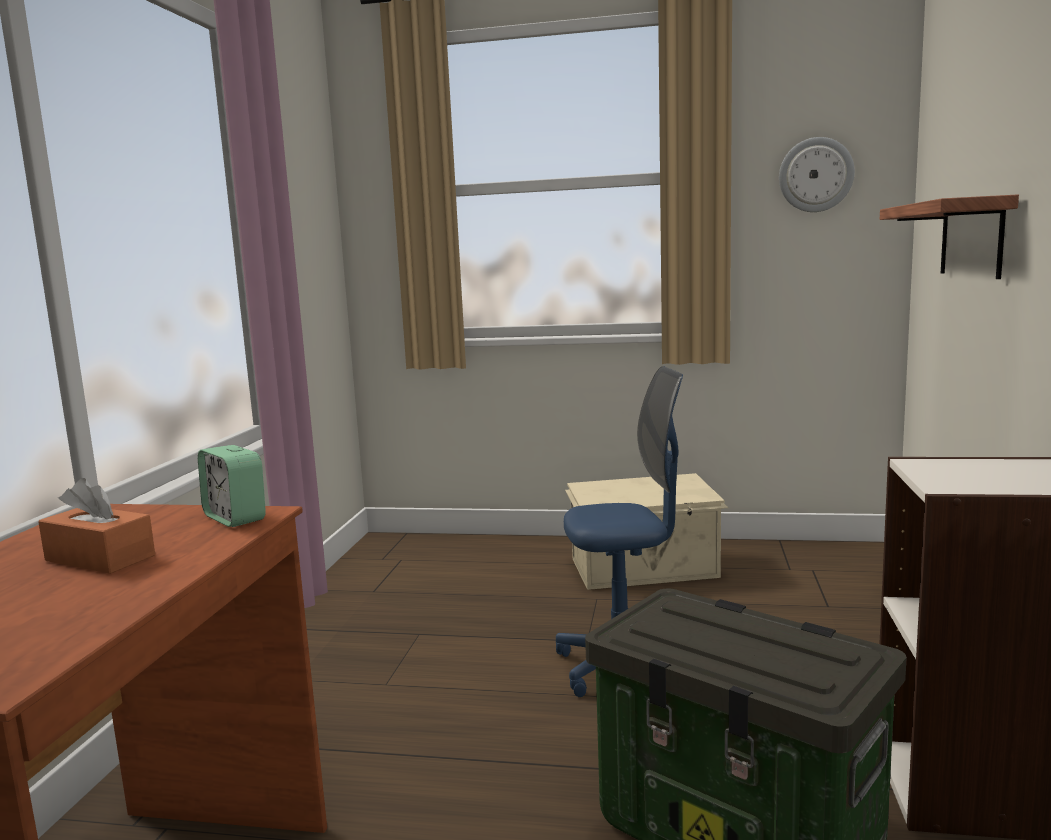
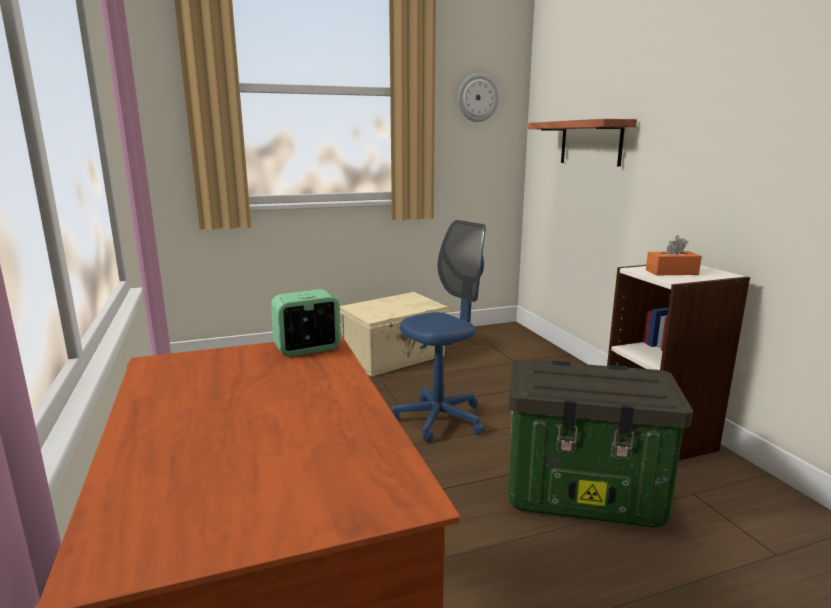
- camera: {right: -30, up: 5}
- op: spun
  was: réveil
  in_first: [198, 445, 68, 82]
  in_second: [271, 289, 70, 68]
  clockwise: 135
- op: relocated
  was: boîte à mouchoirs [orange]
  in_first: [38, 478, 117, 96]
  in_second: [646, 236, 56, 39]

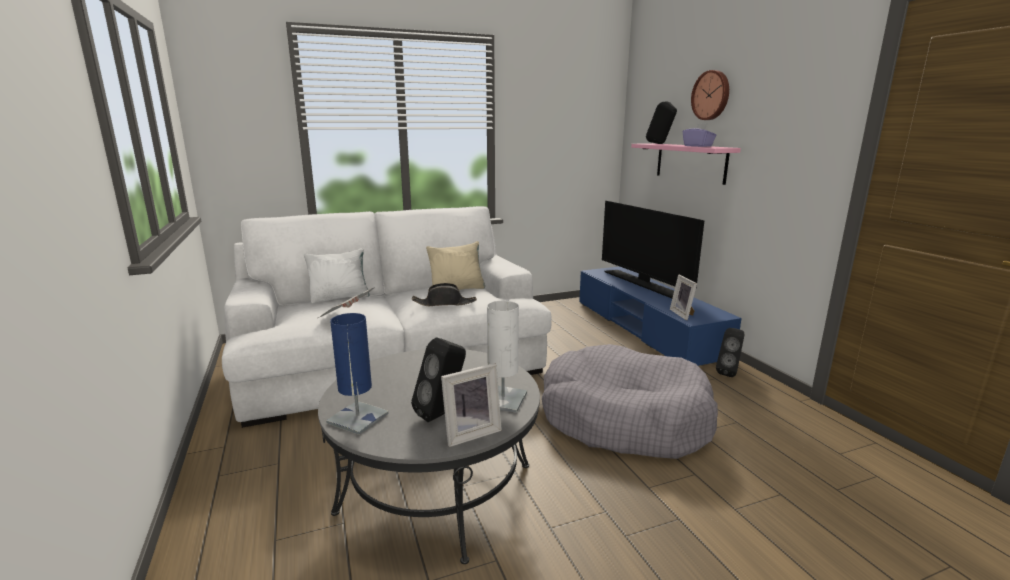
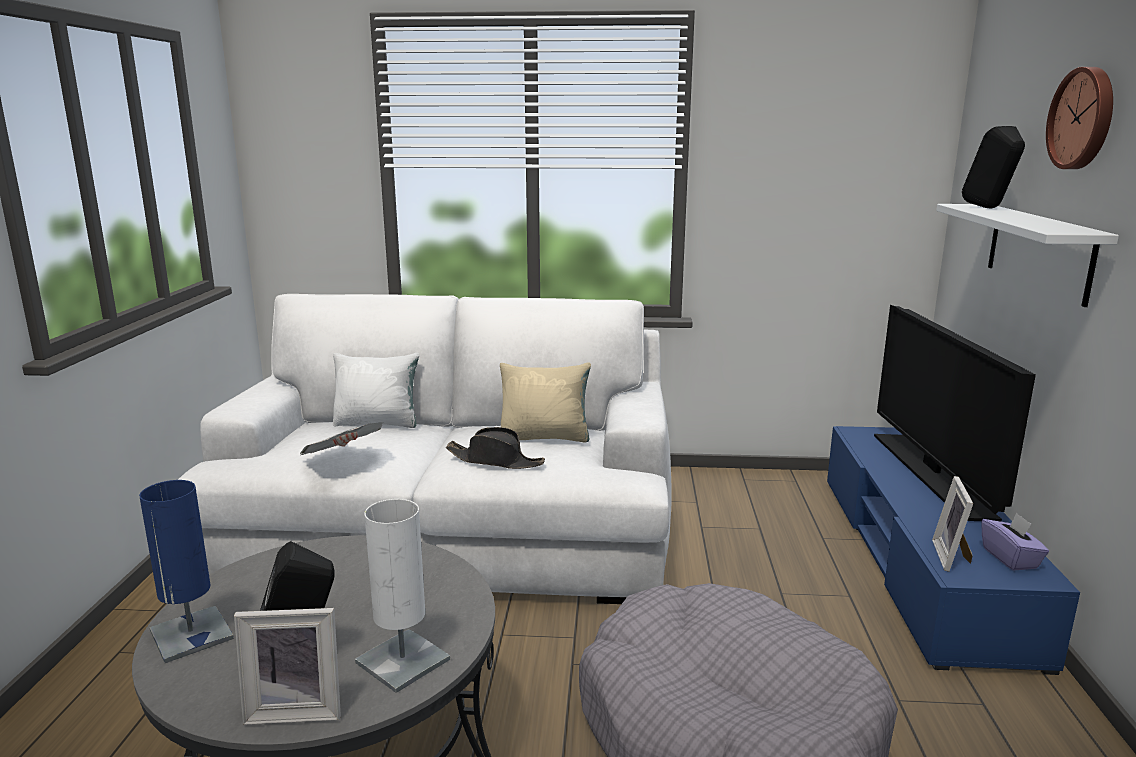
- camera: {right: 25, up: 0}
- op: colour
  was: étagère [rose]
  now: étagère [blanc]
  in_first: [631, 143, 110, 42]
  in_second: [936, 204, 183, 103]
- op: relocated
  was: boîte à mouchoirs [violet]
  in_first: [683, 123, 34, 24]
  in_second: [981, 512, 68, 59]
- op: missing
  was: enceinte [noir]
  in_first: [716, 328, 28, 49]

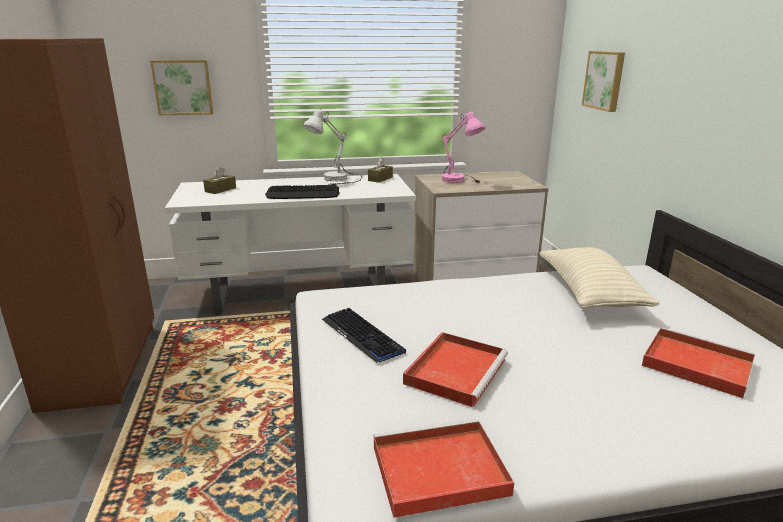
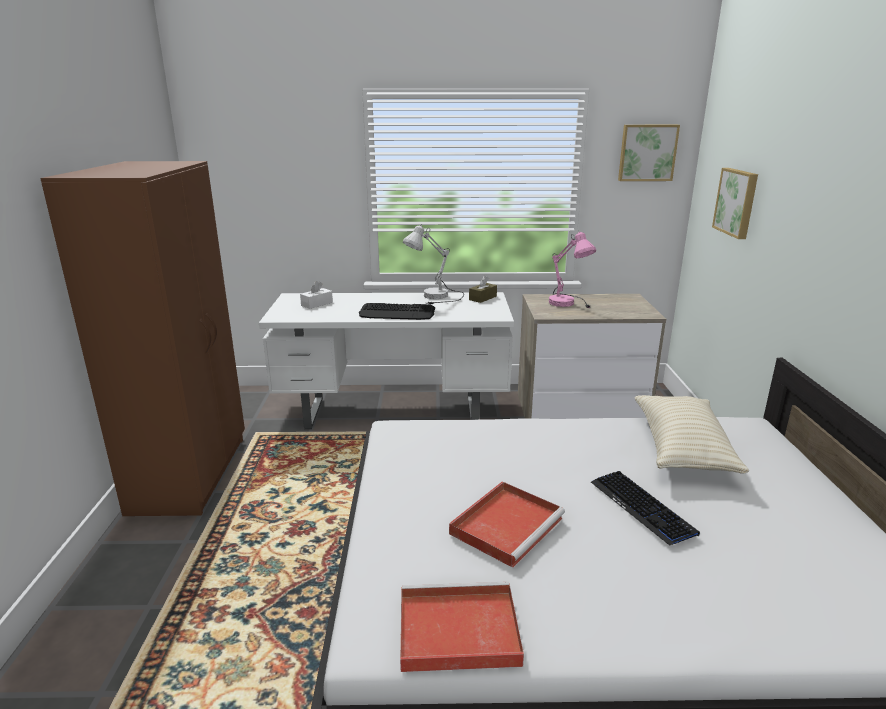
- camera: {right: 10, up: 0}
- op: colour
  was: boîte à mouchoirs [marron]
  now: boîte à mouchoirs [blanc]
  in_first: [203, 166, 33, 28]
  in_second: [300, 281, 33, 28]
- op: relocated
  was: clavier
  in_first: [322, 308, 84, 55]
  in_second: [591, 471, 109, 75]
- op: relocated
  was: tableau
  in_first: [150, 60, 63, 55]
  in_second: [618, 125, 62, 56]
- op: missing
  was: plateau [rouge]
  in_first: [642, 327, 113, 71]

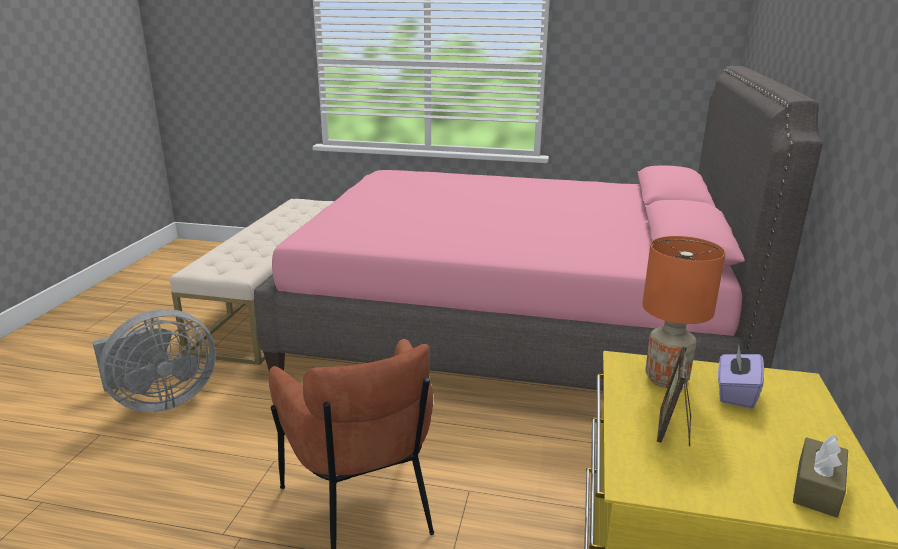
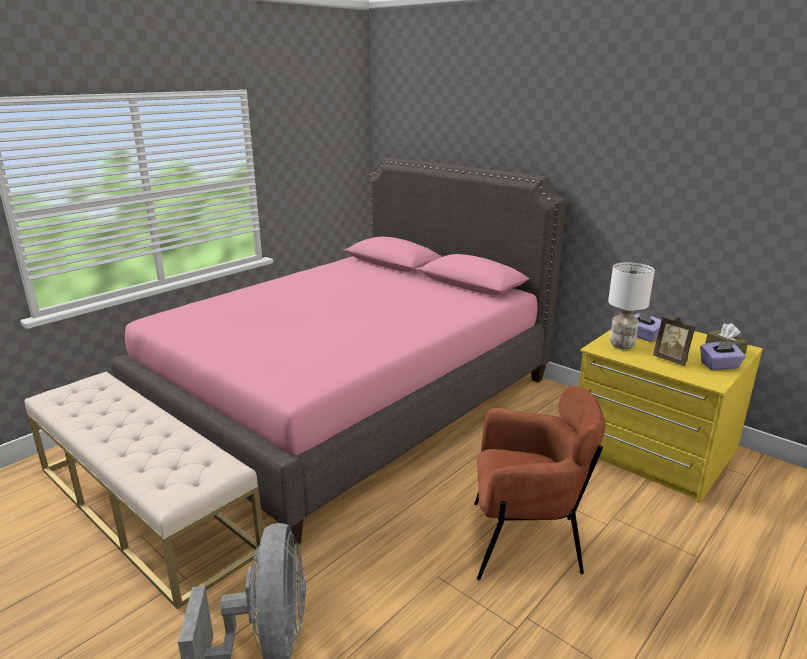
- camera: {right: -60, up: 0}
- op: colour
  was: lampe de table [orange]
  now: lampe de table [blanc]
  in_first: [642, 236, 84, 152]
  in_second: [608, 262, 47, 88]
- op: appeared
  now: boîte à mouchoirs [violet]
  in_second: [700, 342, 46, 28]

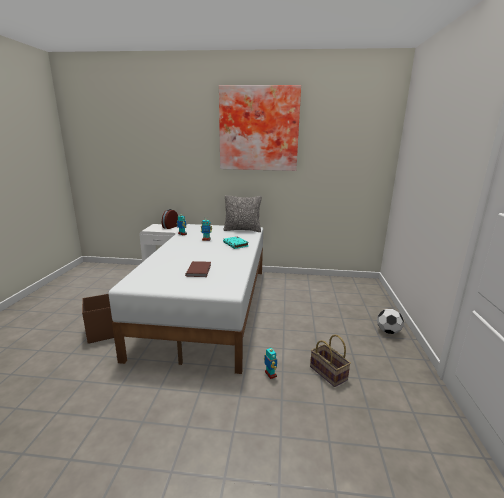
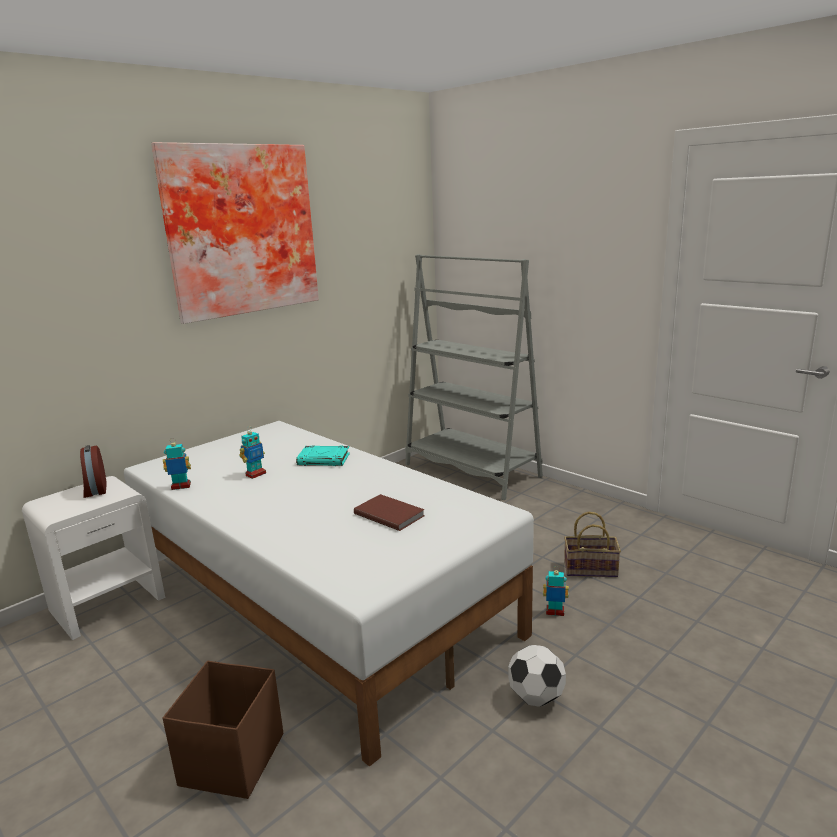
- camera: {right: -50, up: 0}
- op: appeared
  now: bibliothèque [gris]
  in_second: [405, 254, 138, 246]
- op: relocated
  was: ballon de foot
  in_first: [377, 309, 27, 25]
  in_second: [508, 645, 58, 62]
- op: missing
  was: coussin
  in_first: [223, 195, 39, 37]

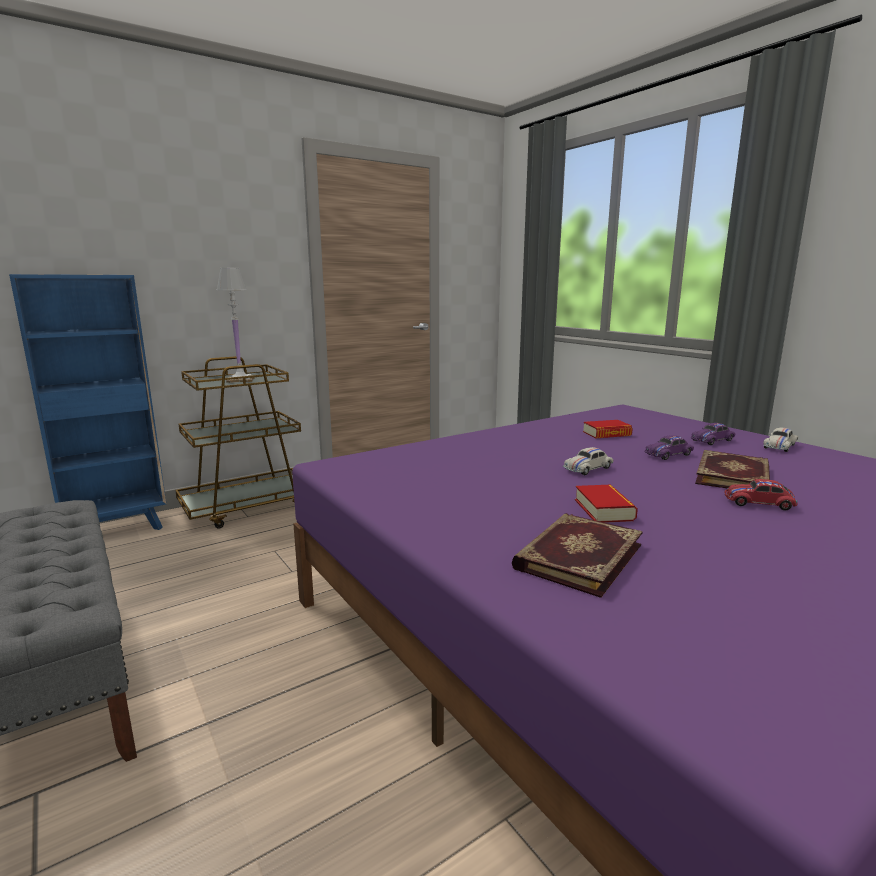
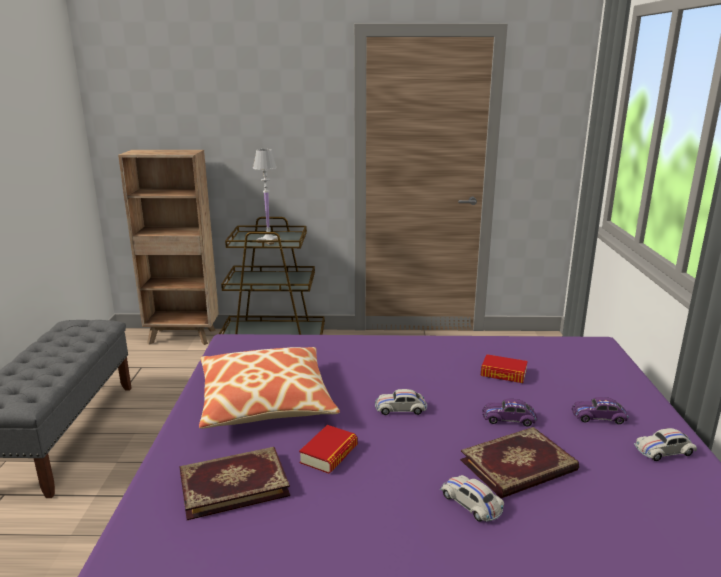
- camera: {right: 35, up: 5}
- op: colour
  was: bibliothèque [bleu]
  now: bibliothèque [marron]
  in_first: [9, 274, 157, 256]
  in_second: [118, 150, 101, 195]
- op: appeared
  now: coussin
  in_second: [199, 347, 141, 82]
- op: colour
  was: petite voiture [rouge]
  now: petite voiture [blanc]
  in_first: [724, 479, 74, 32]
  in_second: [440, 475, 64, 47]

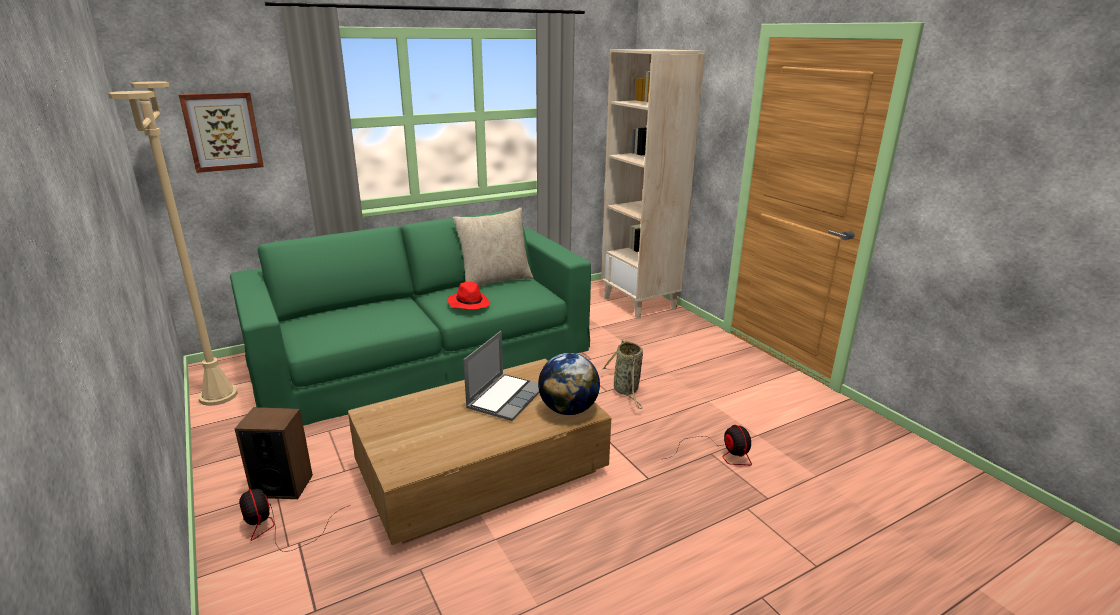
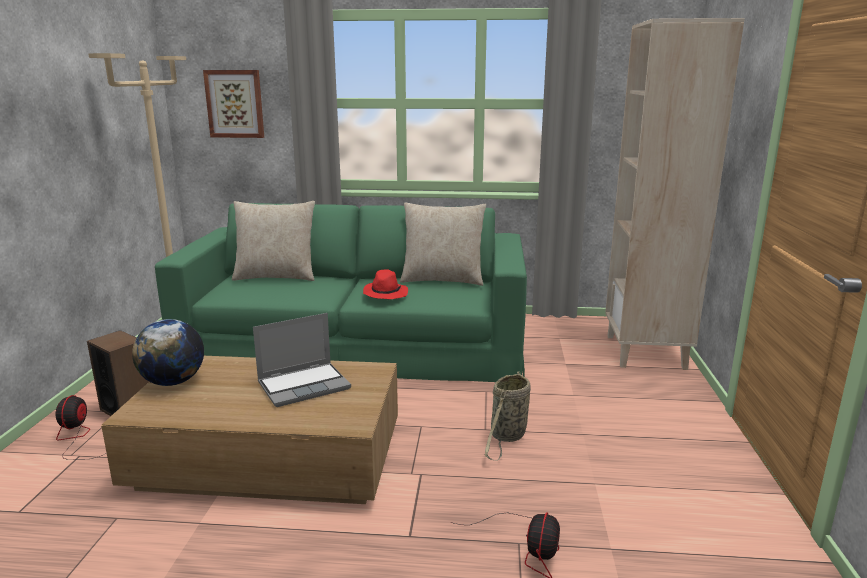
- camera: {right: 35, up: -5}
- op: relocated
  was: globe
  in_first: [538, 353, 62, 62]
  in_second: [132, 319, 72, 67]
- op: appeared
  now: coussin [beige]
  in_second: [232, 201, 83, 80]

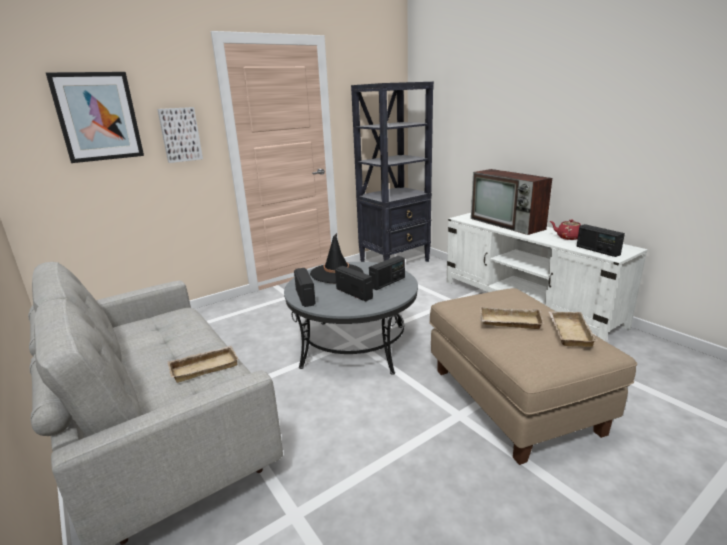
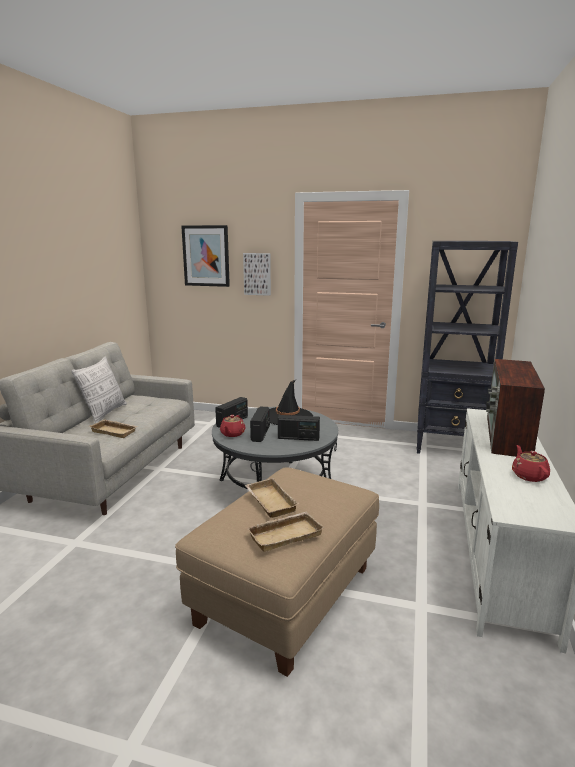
- camera: {right: 50, up: -5}
- op: appeared
  now: coussin
  in_second: [71, 357, 56, 67]
- op: appeared
  now: théière [rouge]
  in_second: [220, 415, 26, 22]
- op: missing
  was: radio
  in_first: [577, 224, 48, 33]

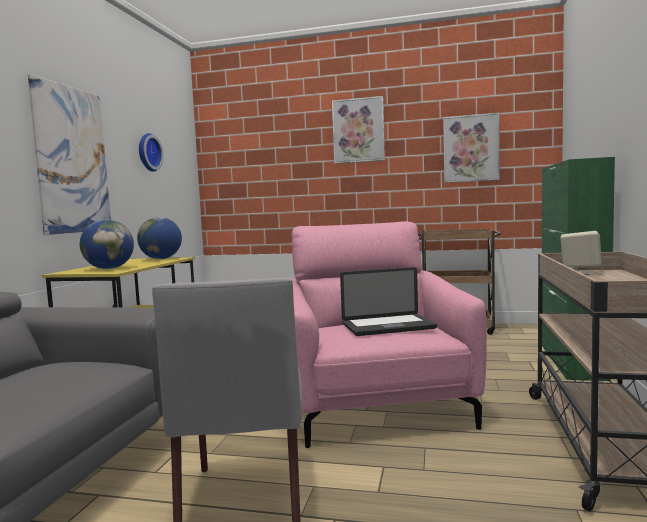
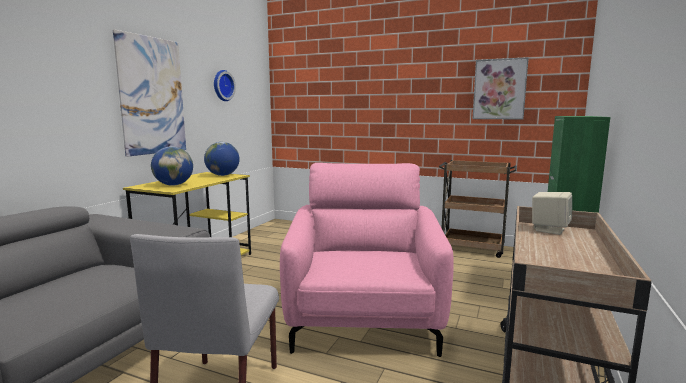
- camera: {right: 10, up: 5}
- op: missing
  was: tableau
  in_first: [332, 96, 53, 68]
- op: missing
  was: ordinateur portable
  in_first: [340, 267, 97, 69]

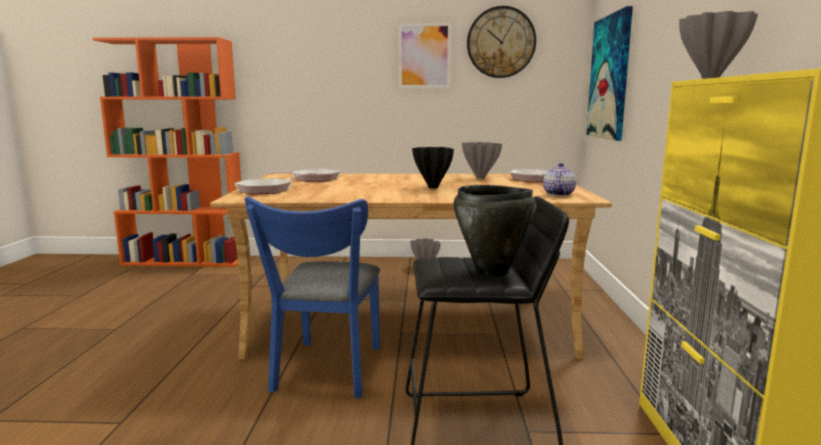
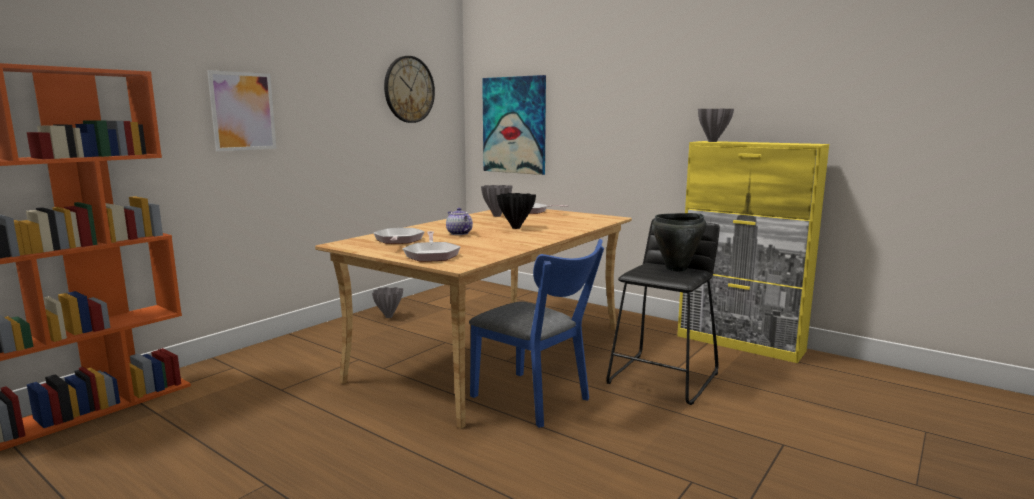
- camera: {right: -55, up: 0}
- op: relocated
  was: tableau
  in_first: [399, 23, 52, 65]
  in_second: [207, 70, 70, 81]
- op: relocated
  was: théière
  in_first: [543, 163, 33, 33]
  in_second: [446, 208, 27, 27]

